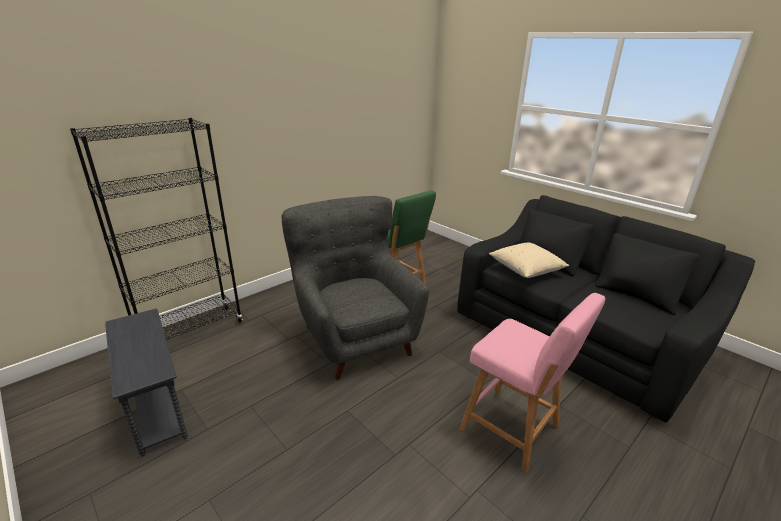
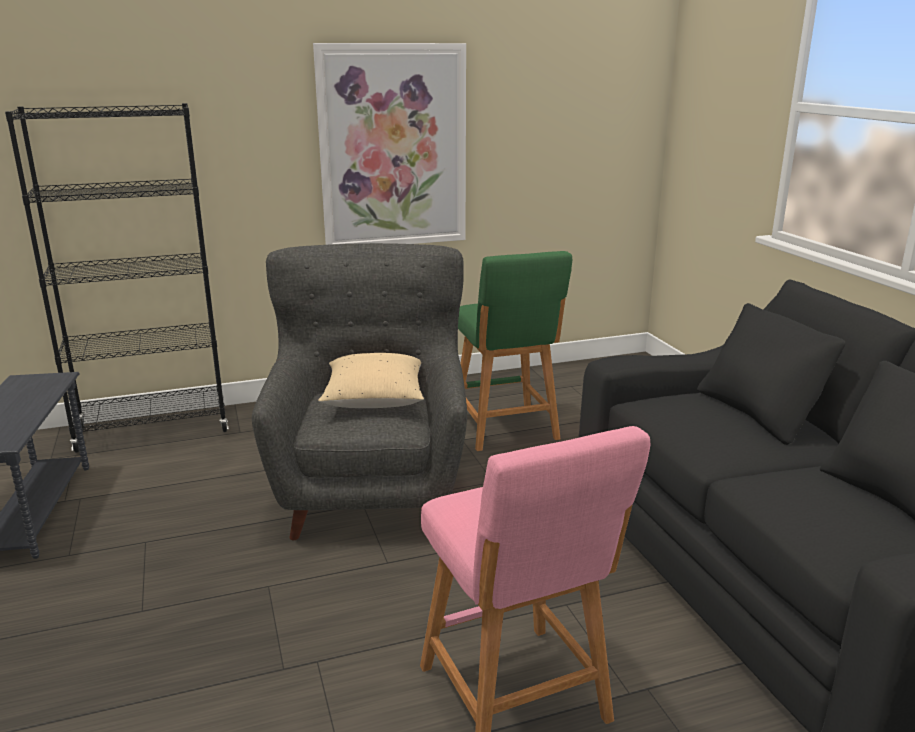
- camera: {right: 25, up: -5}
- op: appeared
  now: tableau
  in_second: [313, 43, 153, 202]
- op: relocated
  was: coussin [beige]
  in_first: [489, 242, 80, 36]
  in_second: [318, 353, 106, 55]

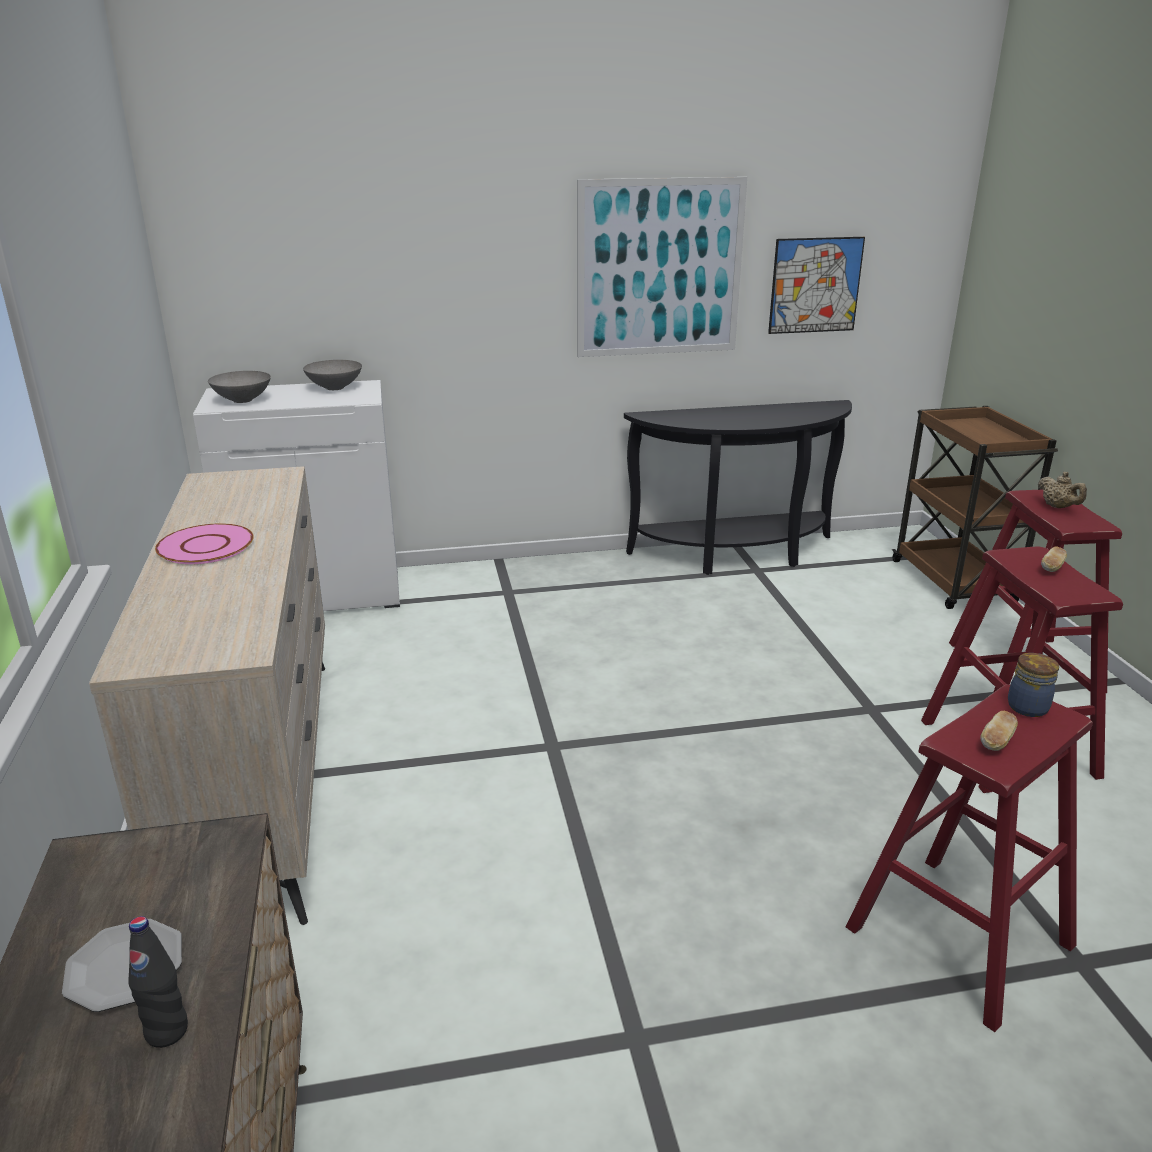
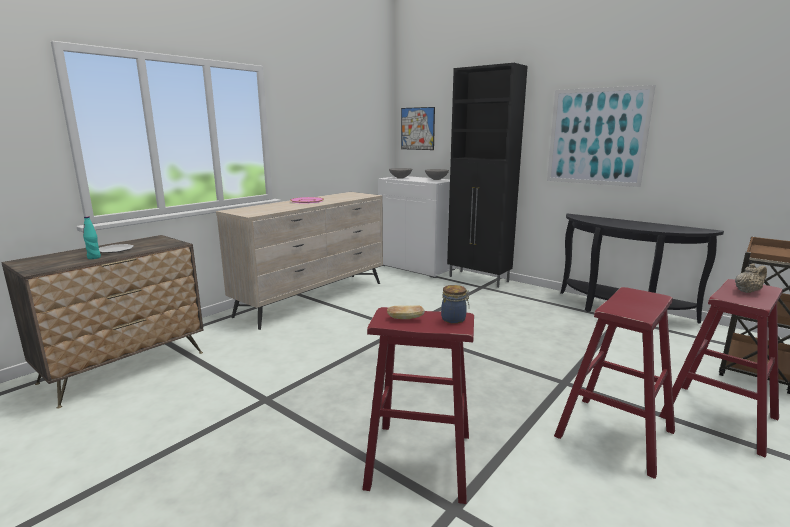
- camera: {right: 50, up: -10}
- op: colour
  was: bouteille [noir]
  now: bouteille [turquoise]
  in_first: [128, 916, 60, 132]
  in_second: [83, 216, 18, 43]
- op: relocated
  was: tableau
  in_first: [768, 237, 97, 97]
  in_second: [401, 107, 34, 43]
- op: appeared
  now: meuble de rangement [noir]
  in_second: [447, 63, 81, 225]
- op: spun
  was: théière [beige]
  in_first: [1038, 472, 49, 36]
  in_second: [735, 263, 32, 30]
  clockwise: -135
- op: missing
  was: pain
  in_first: [1041, 547, 26, 25]

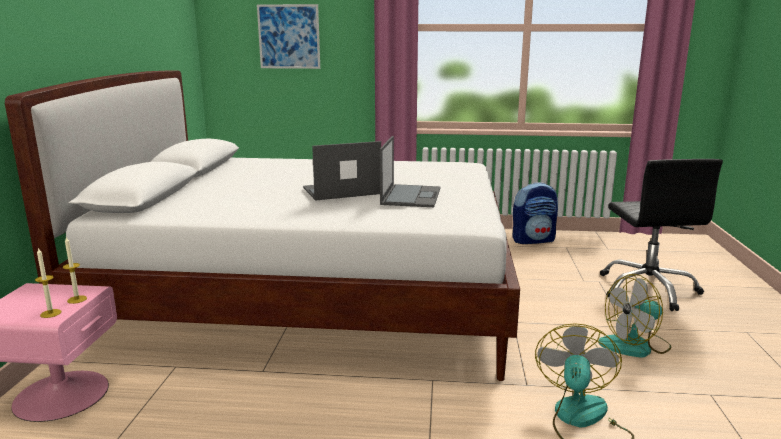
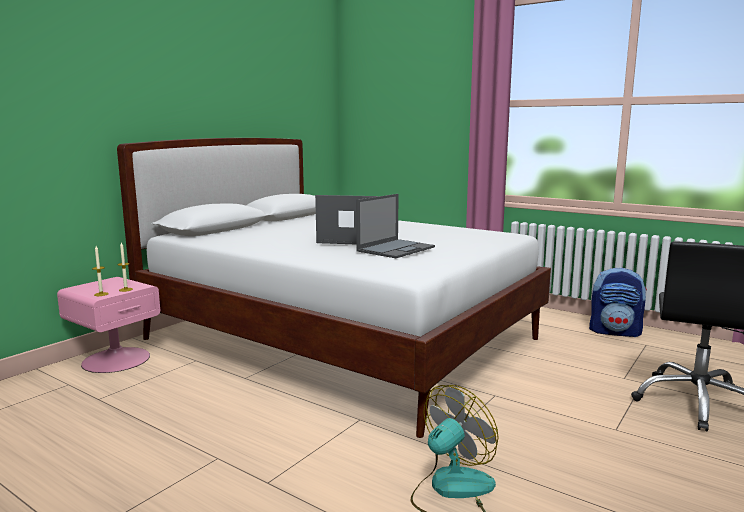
- camera: {right: 30, up: -5}
- op: missing
  was: tableau
  in_first: [257, 4, 63, 65]
- op: missing
  was: ventilateur
  in_first: [598, 274, 73, 83]

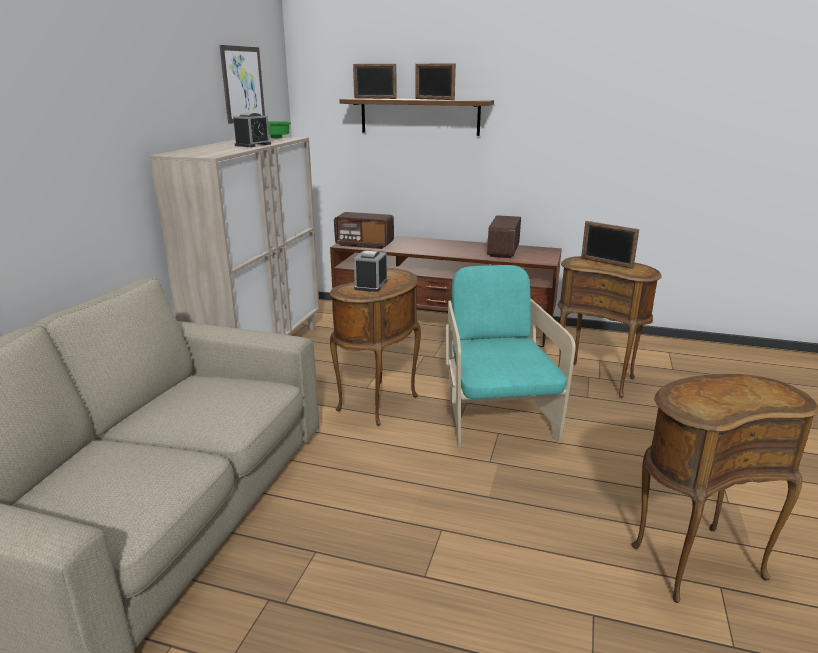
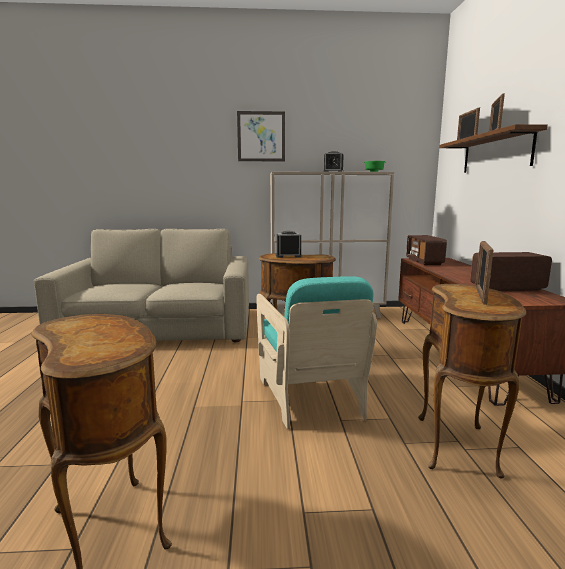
- camera: {right: 70, up: -10}
- op: relocated
  was: tableau
  in_first: [219, 45, 46, 79]
  in_second: [237, 111, 48, 50]
- op: spun
  was: fauteuil [turquoise]
  in_first: [445, 265, 131, 185]
  in_second: [256, 276, 121, 153]
  clockwise: 105

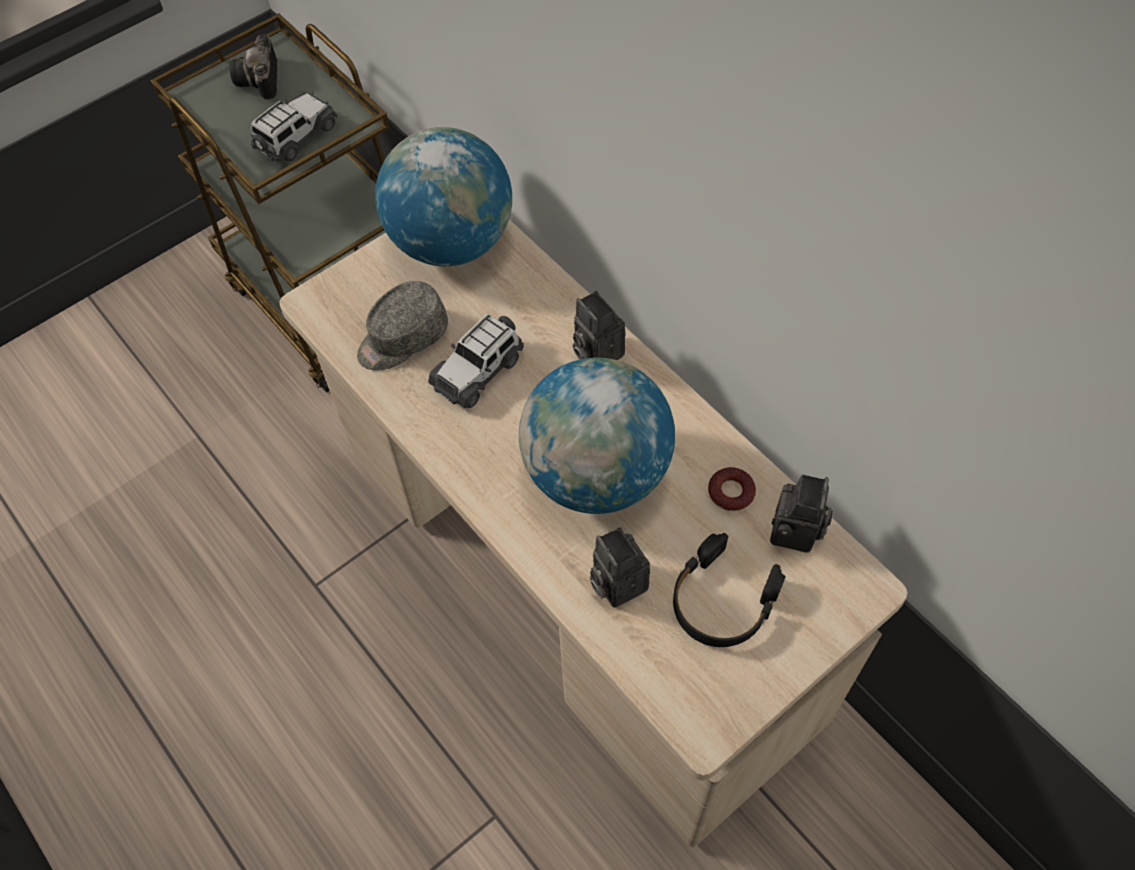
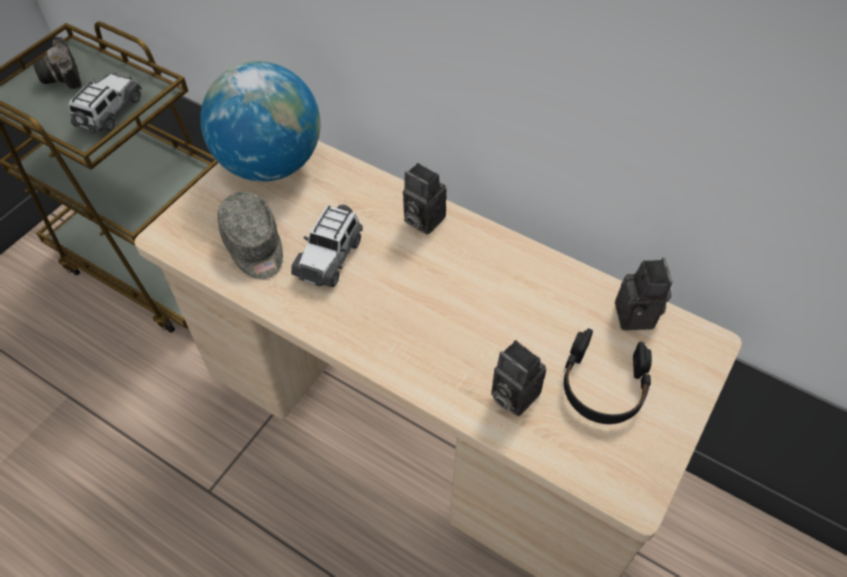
- camera: {right: -20, up: -5}
- op: spun
  was: casquette [gris]
  in_first: [357, 281, 91, 89]
  in_second: [218, 192, 65, 87]
  clockwise: -60
- op: missing
  was: globe
  in_first: [519, 358, 156, 156]
- op: missing
  was: beignet
  in_first: [708, 467, 48, 44]

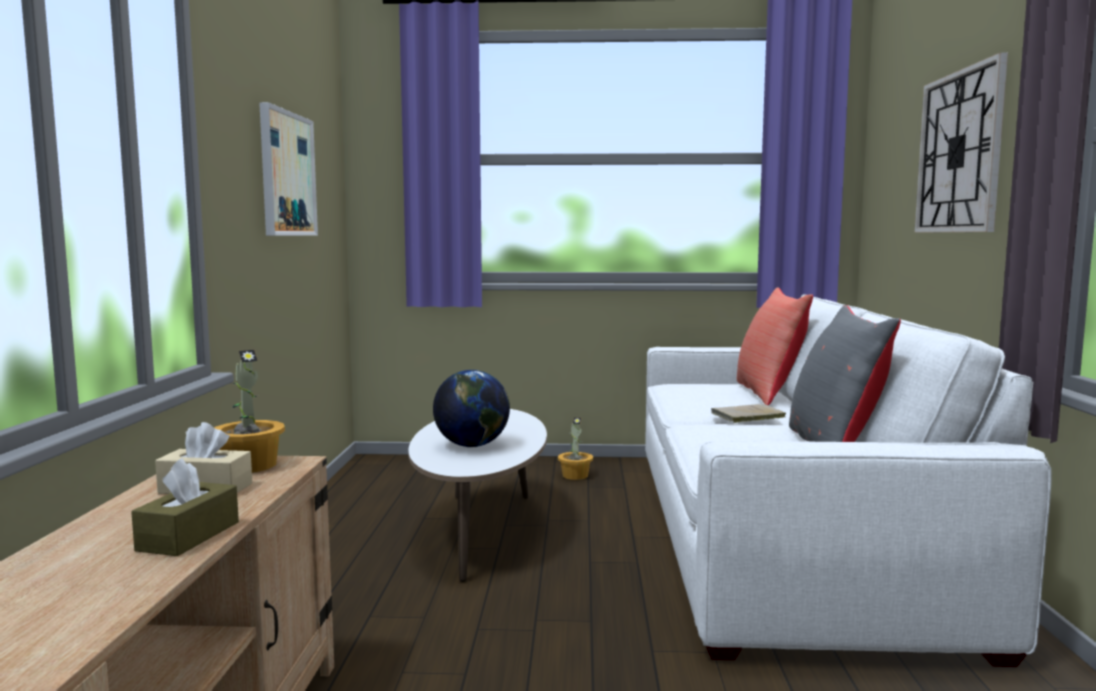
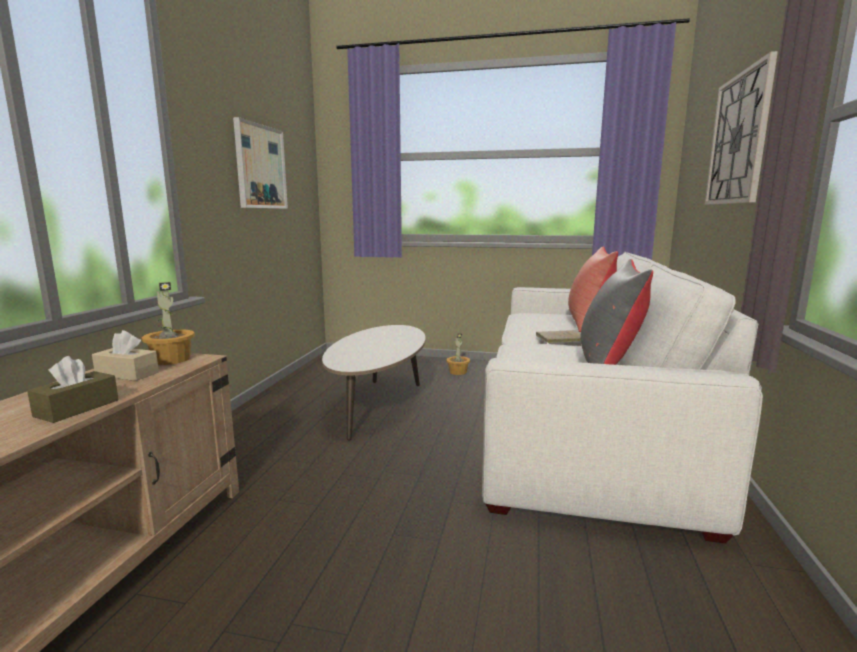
- camera: {right: 10, up: 5}
- op: missing
  was: globe
  in_first: [433, 370, 77, 77]

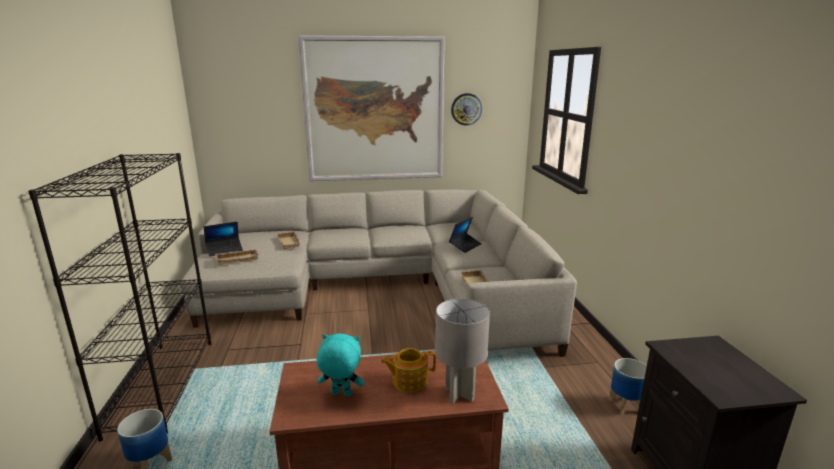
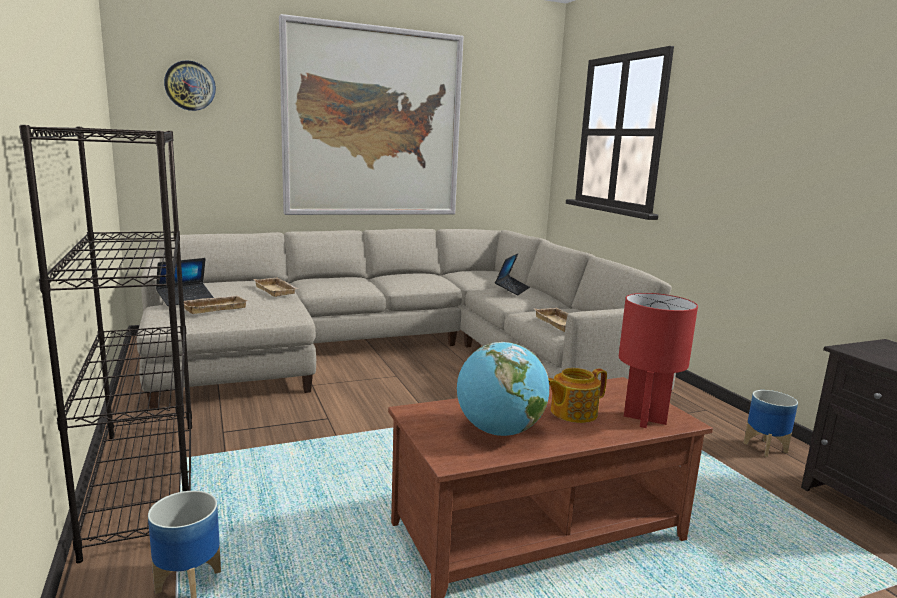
- camera: {right: -15, up: -5}
- op: relocated
  was: horloge murale
  in_first: [451, 93, 31, 33]
  in_second: [164, 60, 52, 51]
- op: exchanged
  was: peluche [turquoise]
  now: globe
  in_first: [317, 334, 47, 62]
  in_second: [457, 342, 92, 94]
- op: colour
  was: lampe de table [gris]
  now: lampe de table [rouge]
  in_first: [435, 298, 55, 105]
  in_second: [619, 293, 79, 135]

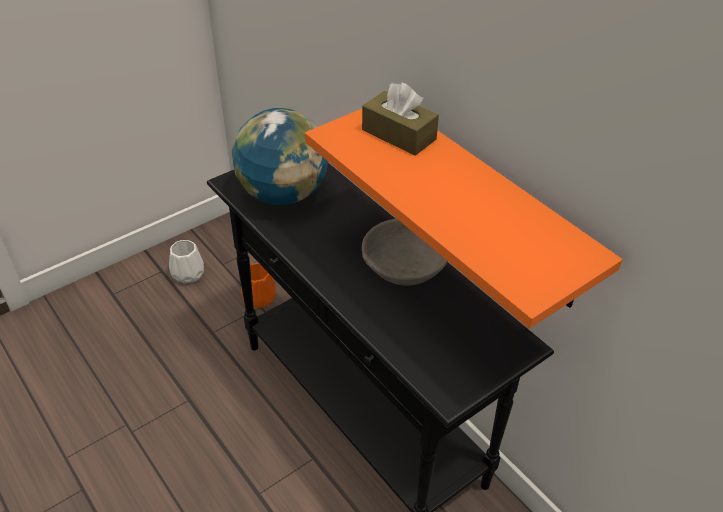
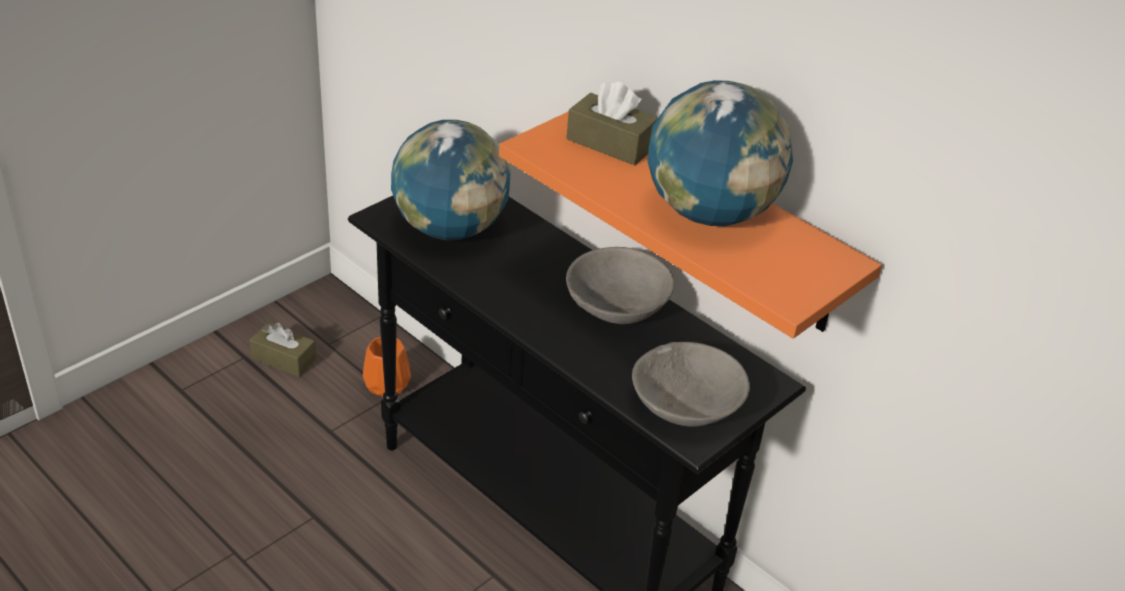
- camera: {right: -10, up: -5}
- op: exchanged
  was: vase [blanc]
  now: boîte à mouchoirs [marron]
  in_first: [169, 240, 35, 44]
  in_second: [249, 323, 67, 54]
- op: appeared
  now: bol [gris]
  in_second: [632, 342, 118, 85]
- op: appeared
  now: globe
  in_second: [648, 80, 145, 146]

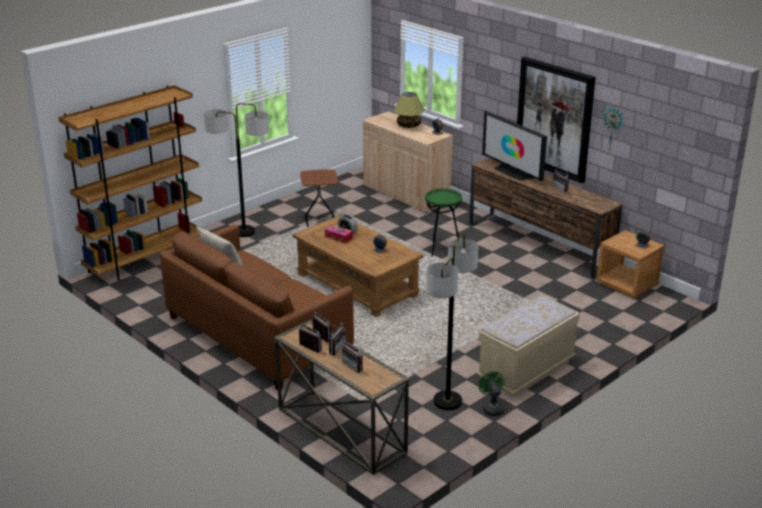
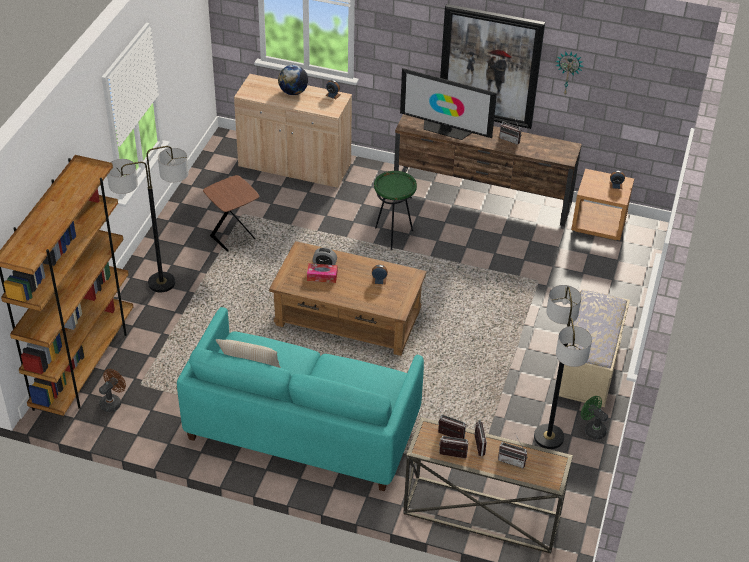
- camera: {right: -30, up: 15}
- op: appeared
  now: ventilateur [marron]
  in_second: [99, 369, 27, 43]
- op: colour
  was: canapé [marron]
  now: canapé [turquoise]
  in_first: [160, 224, 194, 166]
  in_second: [177, 307, 247, 184]
- op: exchanged
  was: lampe de table
  now: globe
  in_first: [394, 92, 30, 36]
  in_second: [278, 65, 30, 30]

